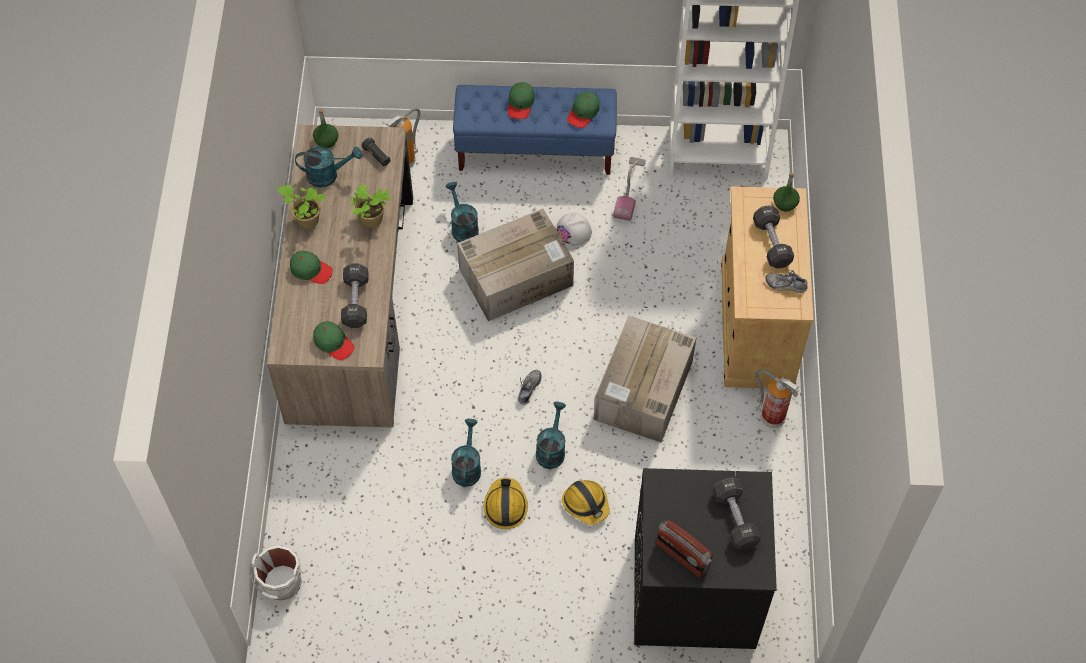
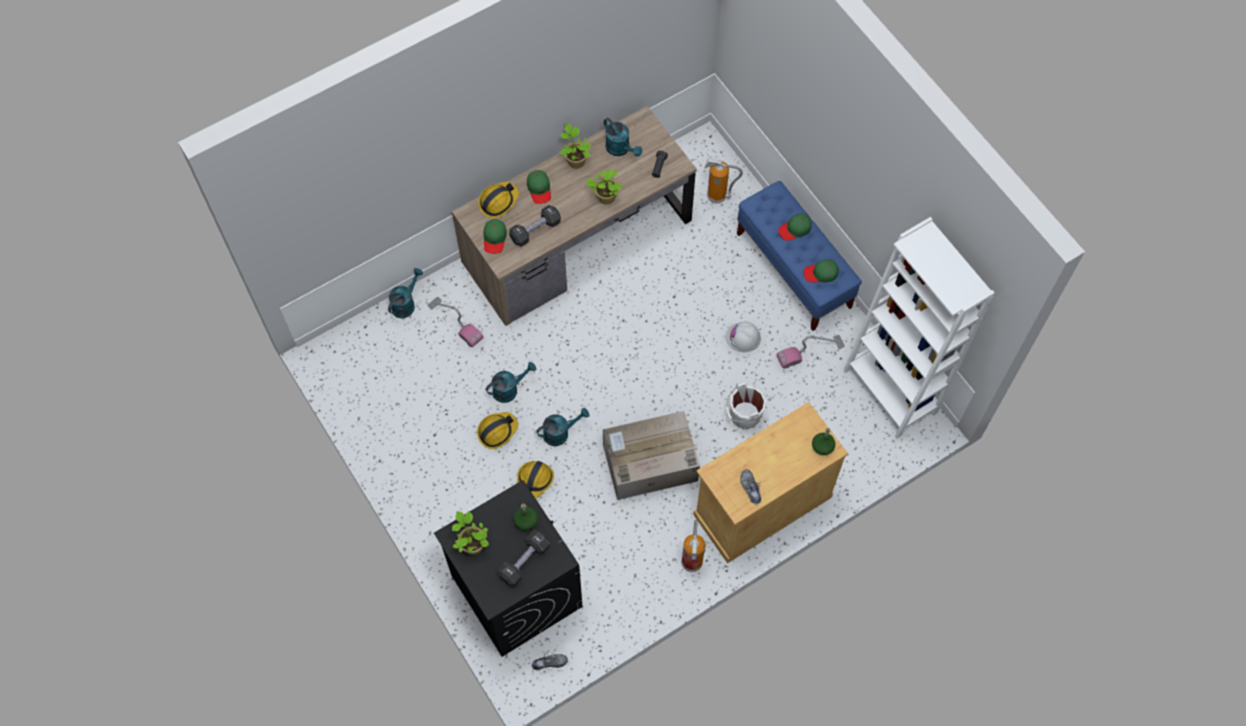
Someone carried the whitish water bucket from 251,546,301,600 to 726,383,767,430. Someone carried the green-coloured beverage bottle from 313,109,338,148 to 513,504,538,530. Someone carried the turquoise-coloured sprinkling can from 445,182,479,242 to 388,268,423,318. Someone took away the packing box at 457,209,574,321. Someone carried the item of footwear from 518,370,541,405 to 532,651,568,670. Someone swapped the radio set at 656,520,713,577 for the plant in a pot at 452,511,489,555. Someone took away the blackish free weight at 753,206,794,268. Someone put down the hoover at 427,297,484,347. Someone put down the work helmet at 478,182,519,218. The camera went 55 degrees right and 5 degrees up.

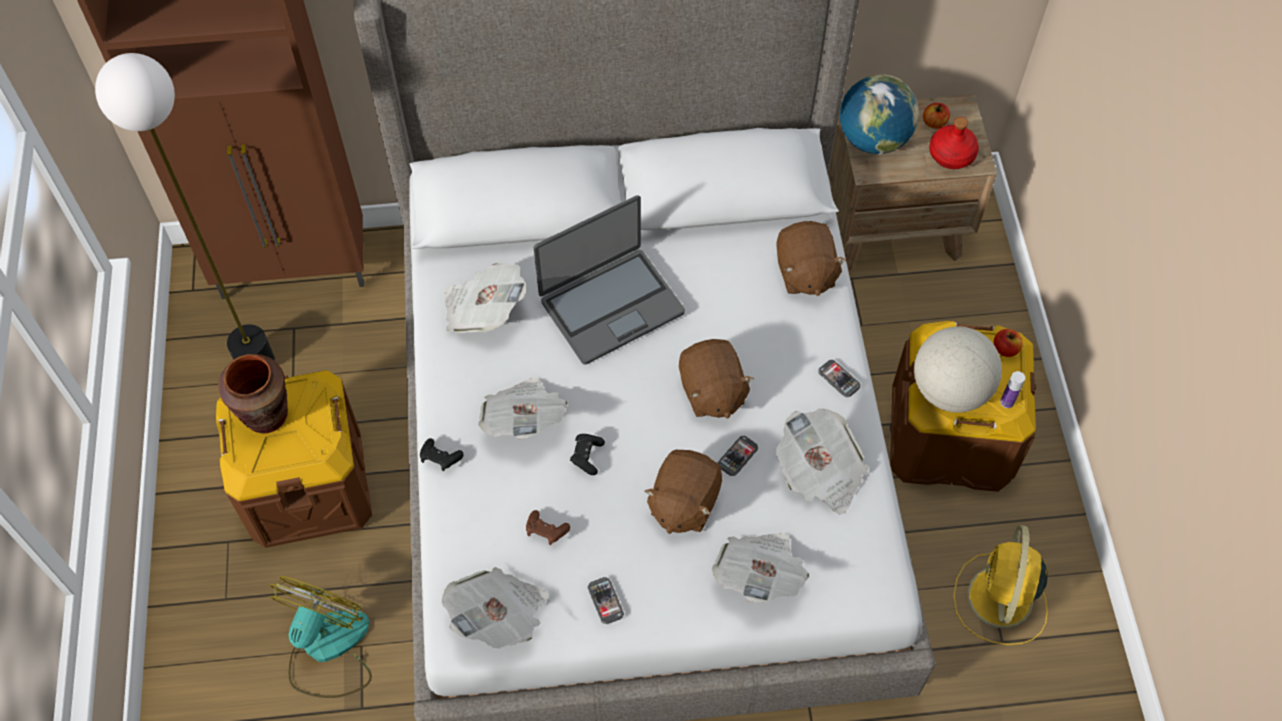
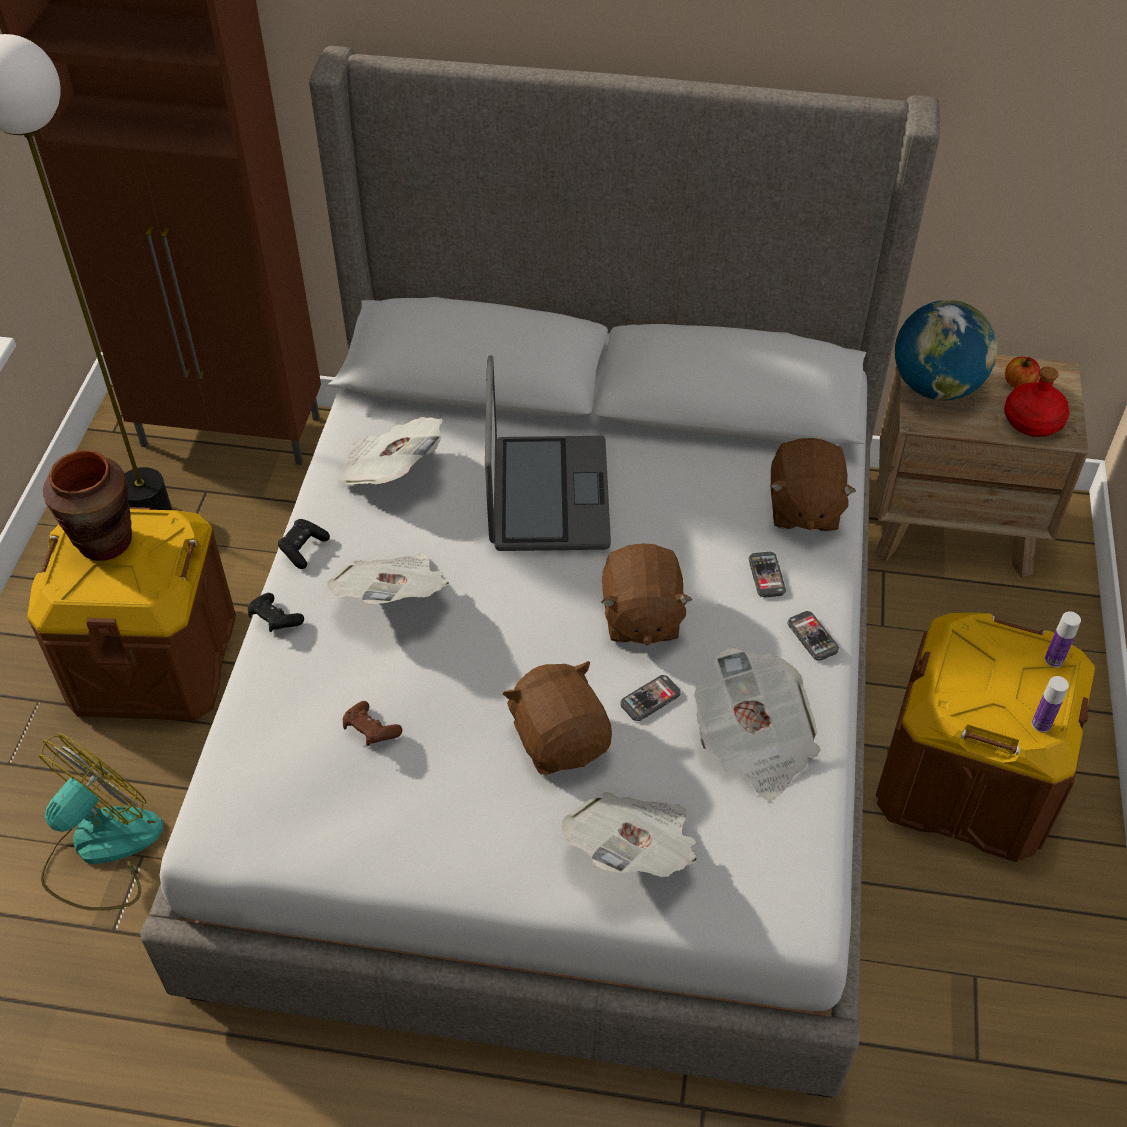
Someone took away the newspaper at 442,567,548,649. Someone rotated the portable computer at 534,195,685,365 by 75 degrees counterclockwise. Someone carried the blackish game controller from 570,434,605,475 to 278,519,330,569. Someone carried the telephone from 587,577,624,624 to 748,552,786,598. Someone rotated the brownish cuddly toy at 644,450,722,534 by 120 degrees clockwise. Someone took away the world globe at 914,326,1002,413. Someone took away the yellow-coloured electric fan at 953,525,1048,645. Someone swapped the apple fruit at 994,329,1023,357 for the beverage bottle at 1045,611,1081,668. The camera went 15 degrees right and 10 degrees down.

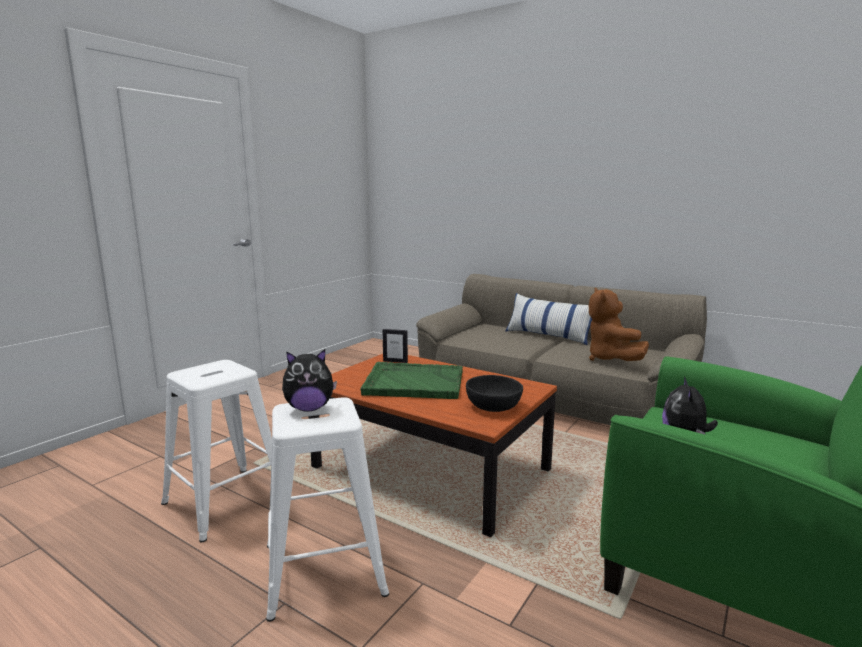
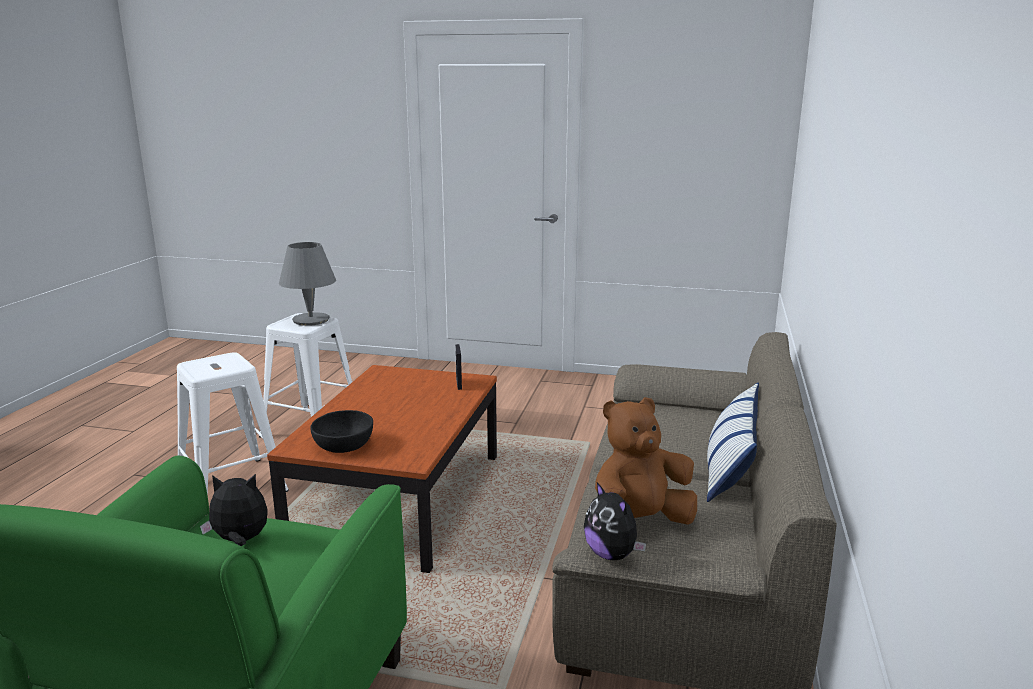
Someone carried the cuddly toy from 282,349,337,412 to 584,482,646,560. Someone took away the green-coloured tray at 360,362,463,399. Someone put down the gray table lamp at 279,242,336,326. The camera went 70 degrees right and 5 degrees up.

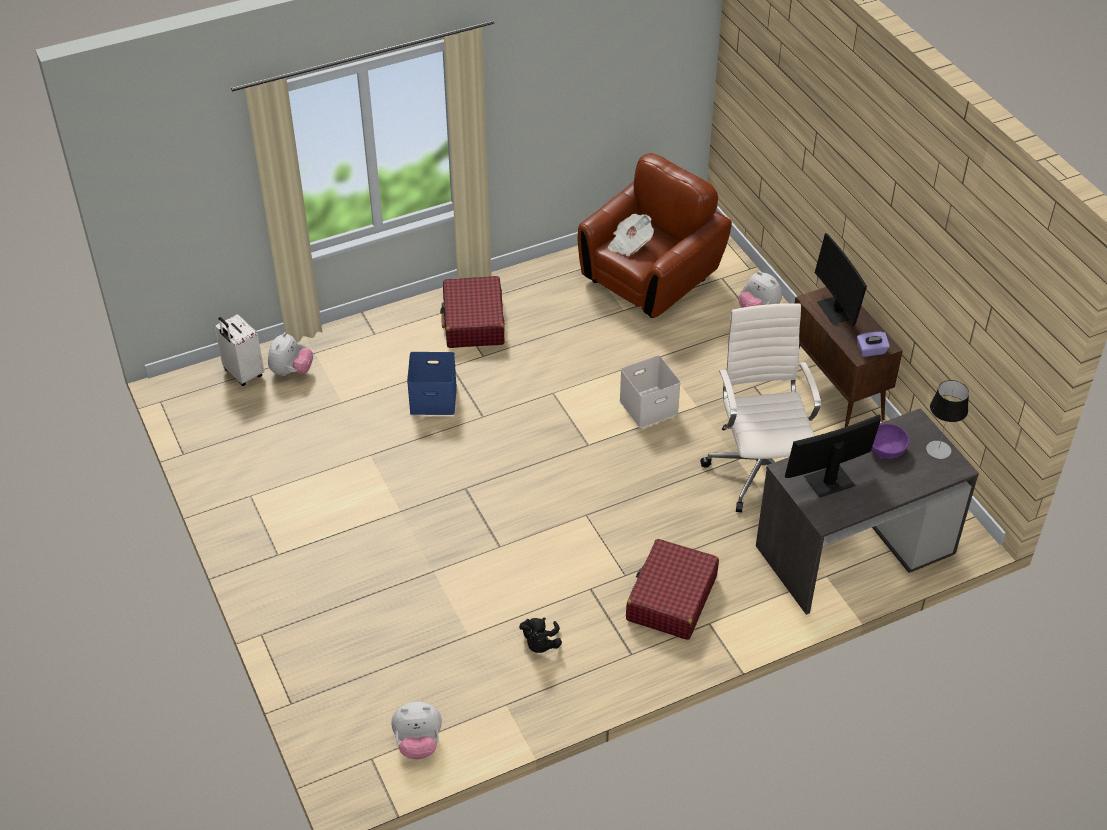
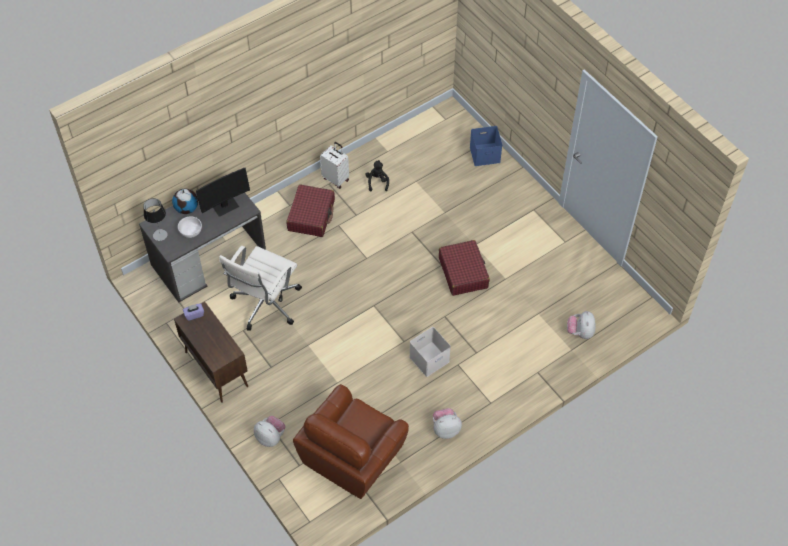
Someone carried the whitish travel case from 214,314,264,386 to 320,142,349,189. Someone carried the cuddly toy from 391,702,442,759 to 433,408,462,439. Someone carried the blue-coloured storage container from 407,352,457,415 to 470,126,502,166. Someone carried the red-coloured travel case from 440,276,505,348 to 439,240,490,296. Someone took away the newspaper at 608,214,654,256. Someone carried the whitish storage container from 619,355,681,428 to 409,327,451,377. Someone rotated the whitish computer chair at 700,303,821,513 by 45 degrees clockwise. Someone took away the computer screen at 815,233,867,326. Someone repainted the purple deep dish at 871,424,909,459, which became the whitish deep dish at 178,216,202,238. Someone put down the world globe at 172,189,198,214. The camera went 170 degrees right and 10 degrees up.

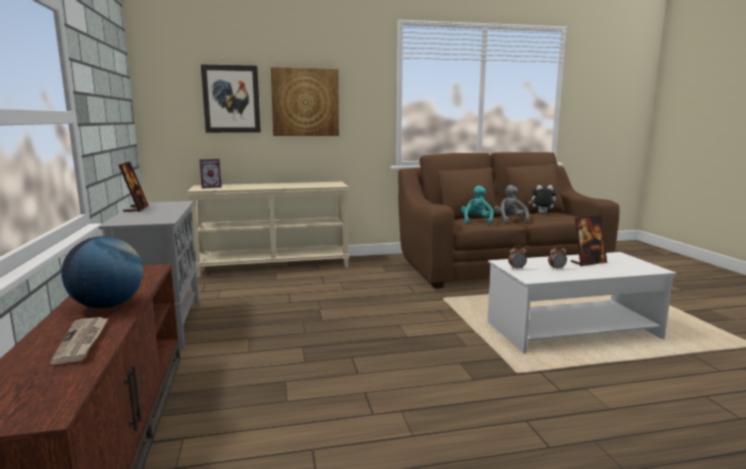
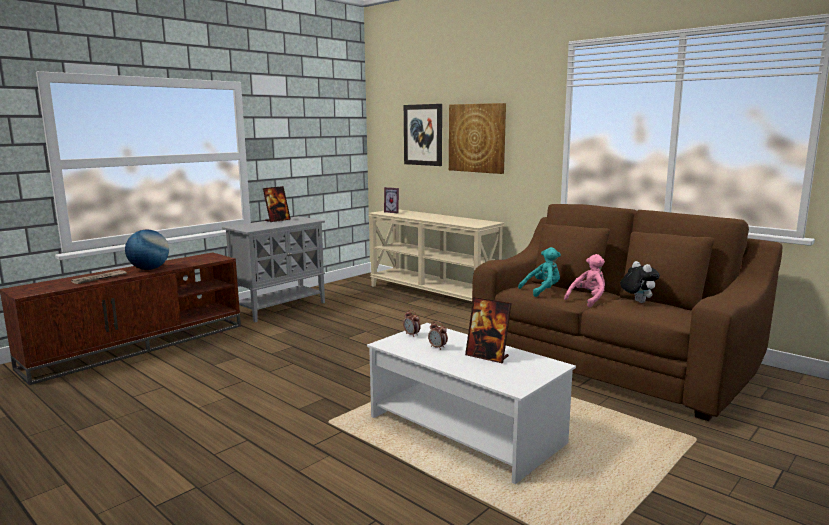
Someone repainted the gray cuddly toy at 494,185,529,224, which became the pink-coloured cuddly toy at 564,254,605,308. The camera went 55 degrees right and 0 degrees up.

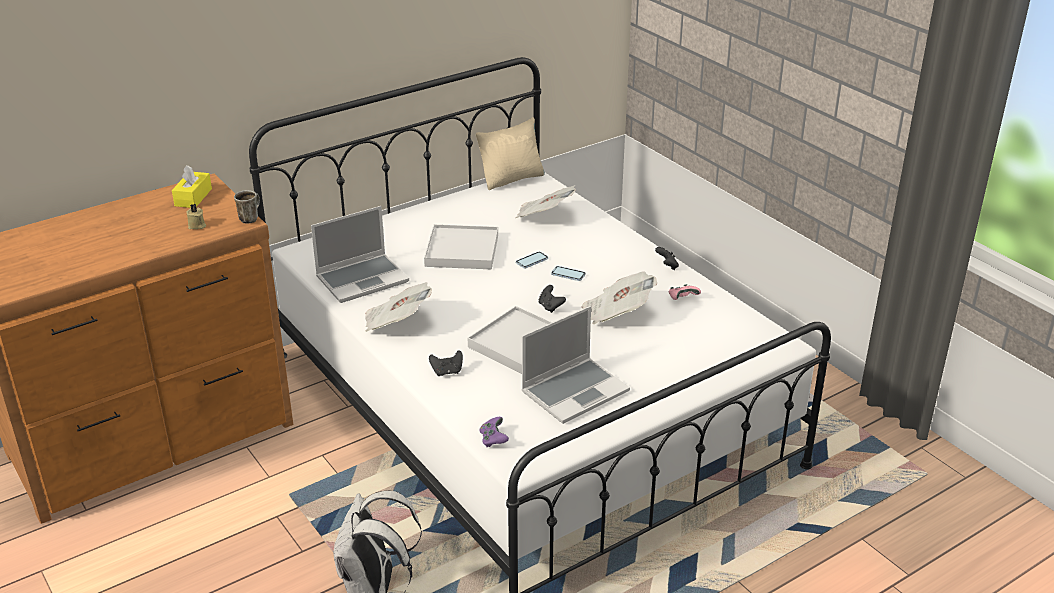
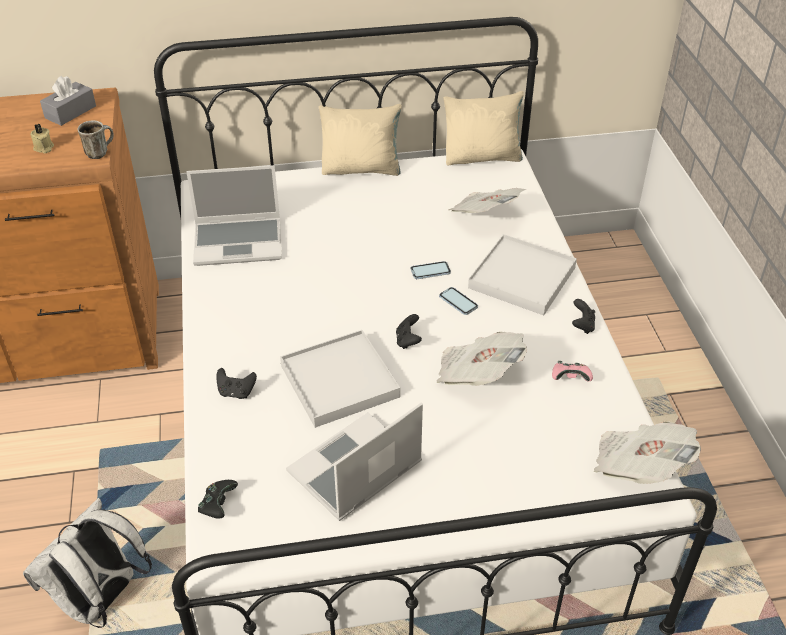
Someone repainted the yellow-coloured tissue holder at 172,165,212,208, which became the gray tissue holder at 40,76,96,126. Someone carried the newspaper from 365,282,432,332 to 594,421,701,484. Someone carried the whitish tray from 424,224,498,269 to 468,234,577,315. Someone repainted the purple game controller at 479,417,509,447, which became the blackish game controller at 198,480,238,519. Someone rotated the portable computer at 521,306,630,424 by 150 degrees clockwise. Someone put down the sand-coloured cushion at 319,104,402,176. The camera went 25 degrees right and 10 degrees up.

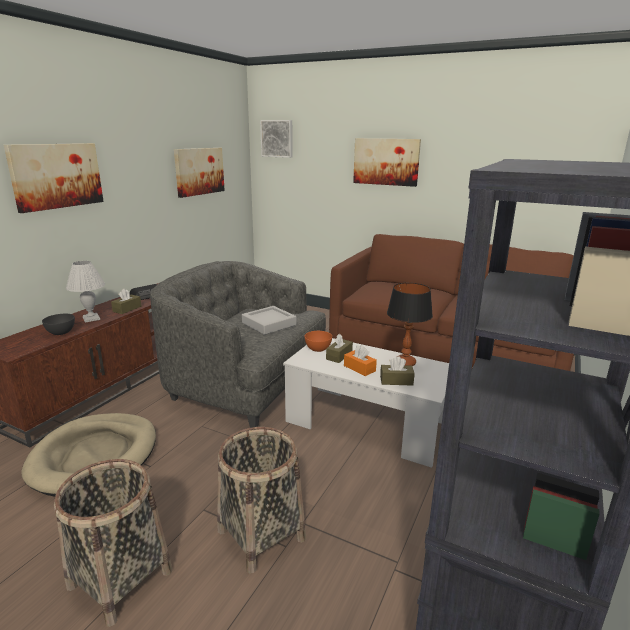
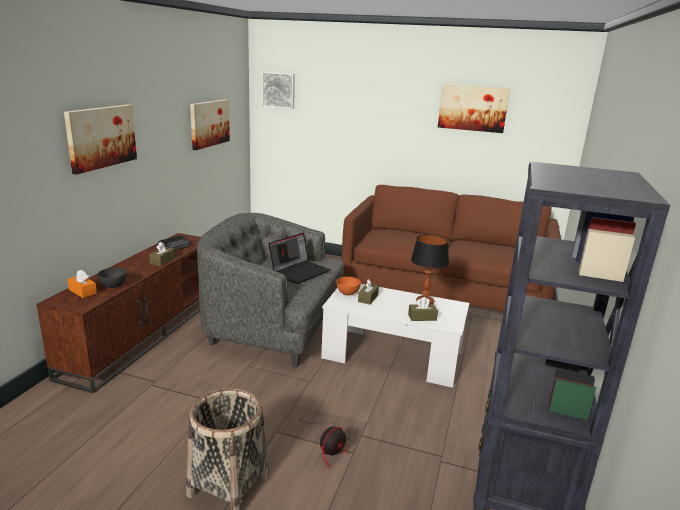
Someone took away the sand-coloured dog bed at 21,413,156,496. Someone took away the whitish table lamp at 66,261,105,322. Someone swapped the household basket at 217,427,306,574 for the electric fan at 298,418,350,468. Someone swapped the gray tray at 242,306,297,335 for the portable computer at 269,232,330,284. Someone carried the orange tissue holder from 344,345,377,376 to 67,270,97,298. Someone carried the picture from 353,138,421,187 to 438,84,510,133. The camera went 10 degrees left and 0 degrees up.

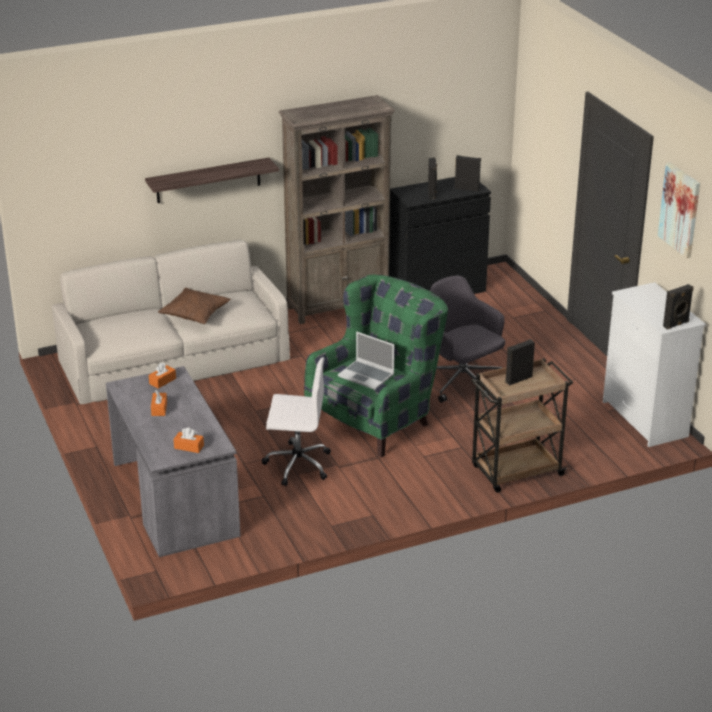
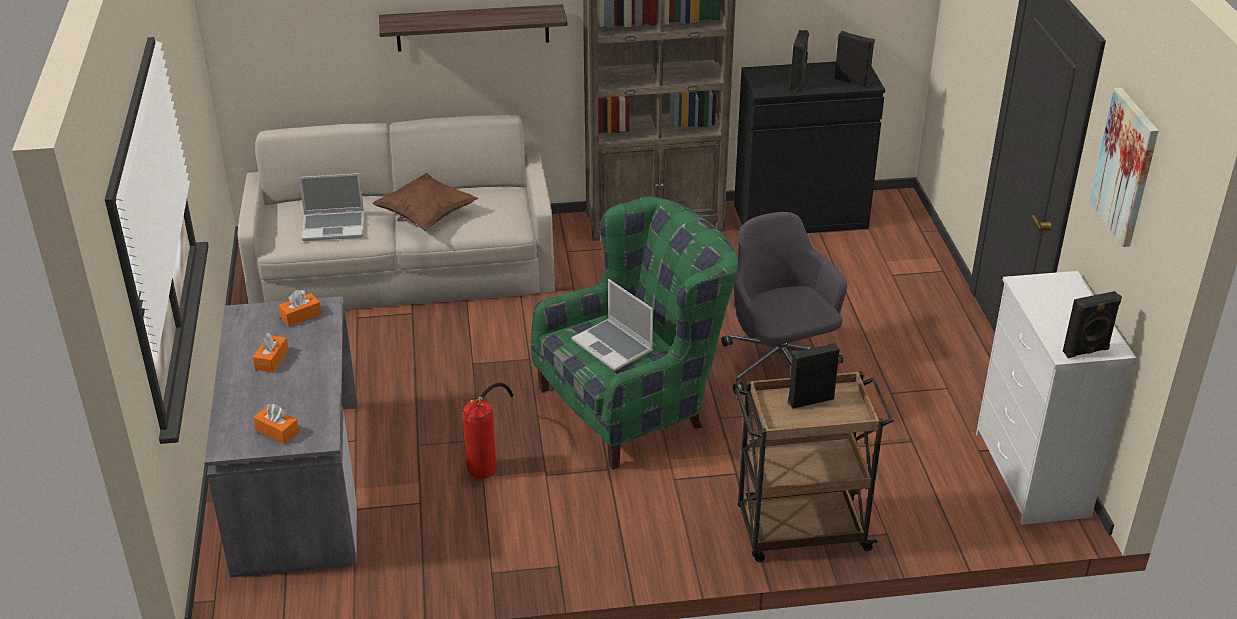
Someone swapped the whitish computer chair at 261,357,331,486 for the extinguisher at 463,383,515,479. Someone put down the portable computer at 299,173,364,241. The camera went 15 degrees right and 5 degrees up.

